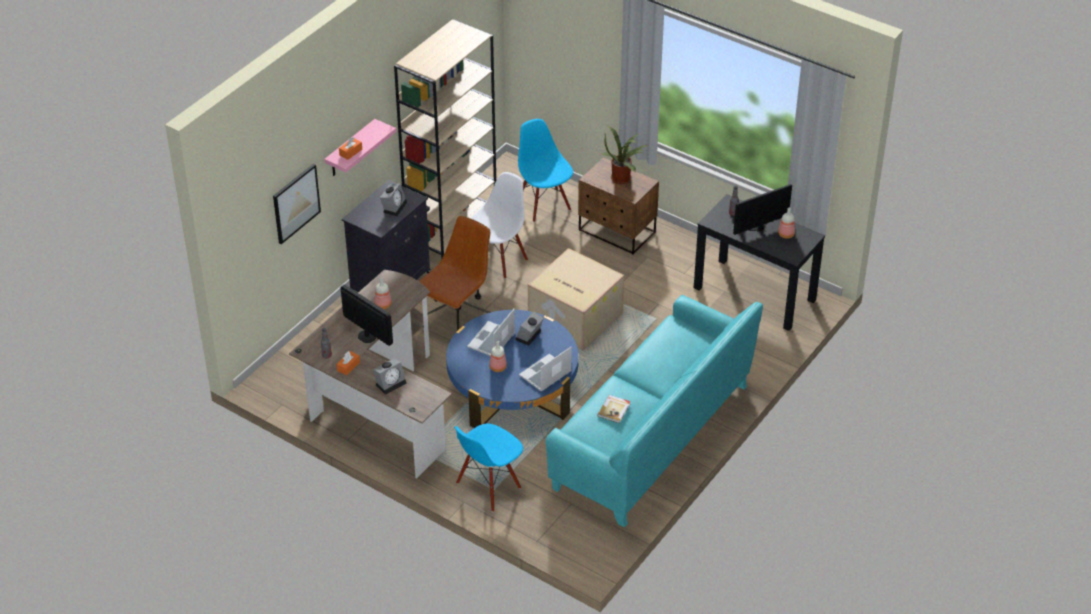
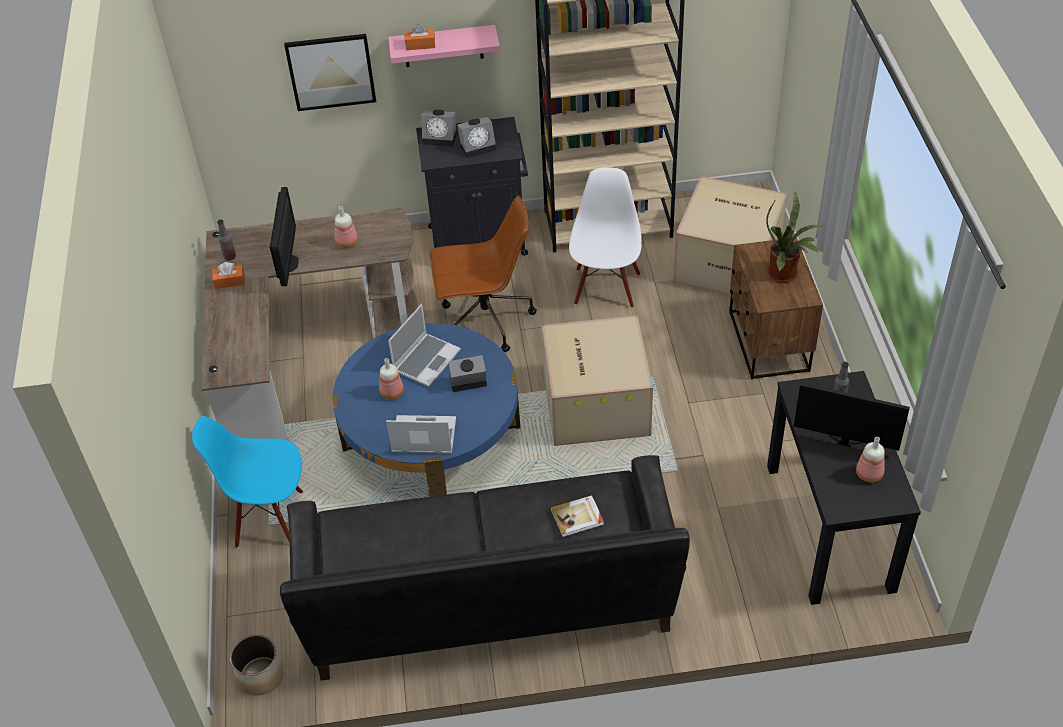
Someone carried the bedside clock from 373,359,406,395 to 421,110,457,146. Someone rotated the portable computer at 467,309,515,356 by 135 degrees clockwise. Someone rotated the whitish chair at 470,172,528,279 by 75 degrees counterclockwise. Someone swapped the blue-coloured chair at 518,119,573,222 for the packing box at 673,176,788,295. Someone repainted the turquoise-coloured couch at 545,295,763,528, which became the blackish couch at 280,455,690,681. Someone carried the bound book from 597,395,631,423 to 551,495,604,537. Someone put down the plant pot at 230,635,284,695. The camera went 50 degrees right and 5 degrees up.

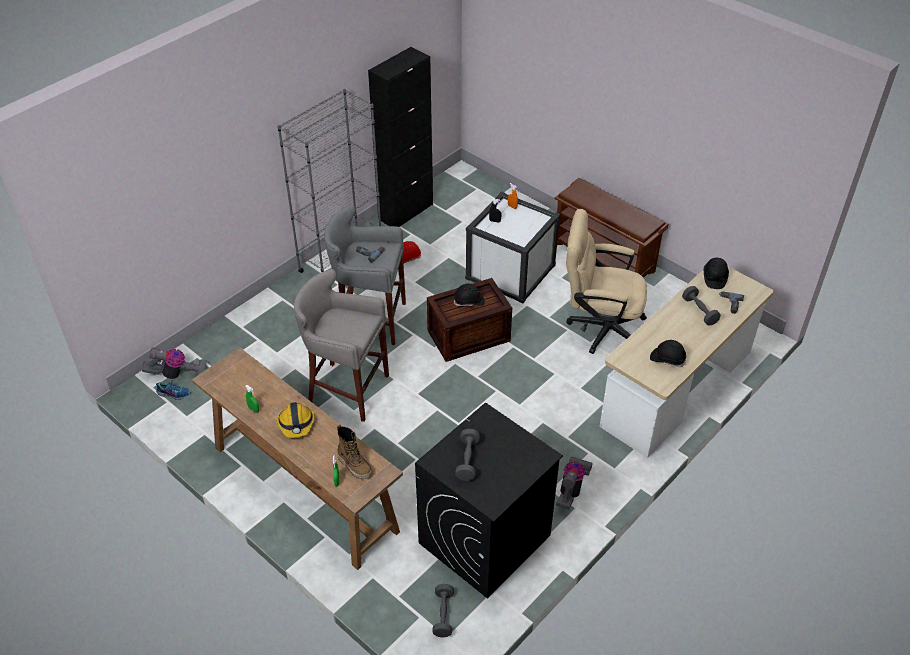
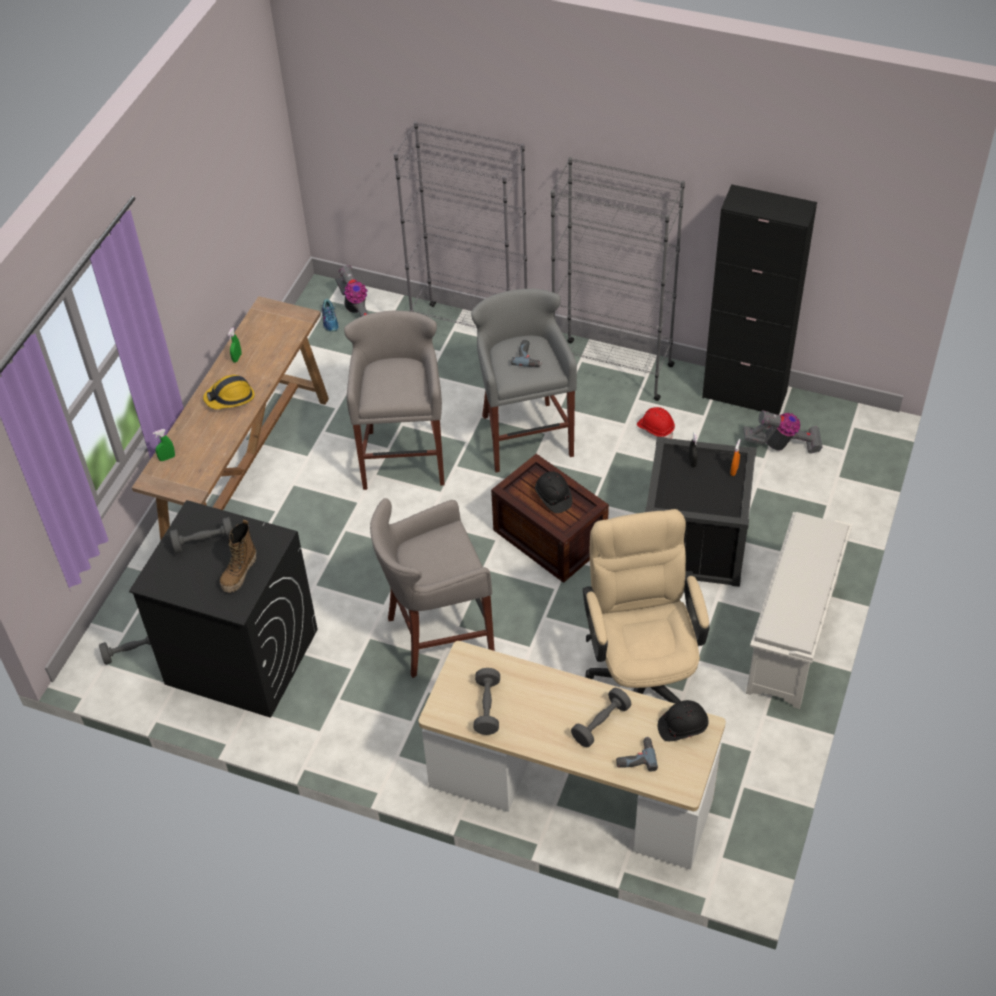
Someone carried the boot from 337,425,372,479 to 220,520,256,593. Someone repainted the whitish storage container at 465,191,560,303, which became the blackish storage container at 645,436,757,587. Someone repainted the brownish shoe stand at 555,178,668,278, which became the whitish shoe stand at 746,512,852,709. Someone carried the hoover from 556,456,593,509 to 743,410,823,454. Someone swapped the blackish work helmet at 650,340,686,367 for the gray free weight at 474,668,500,735. Someone put down the gray sitting stool at 370,498,495,678. Someone put down the gray bookcase at 394,121,527,328. The camera went 70 degrees right and 5 degrees up.

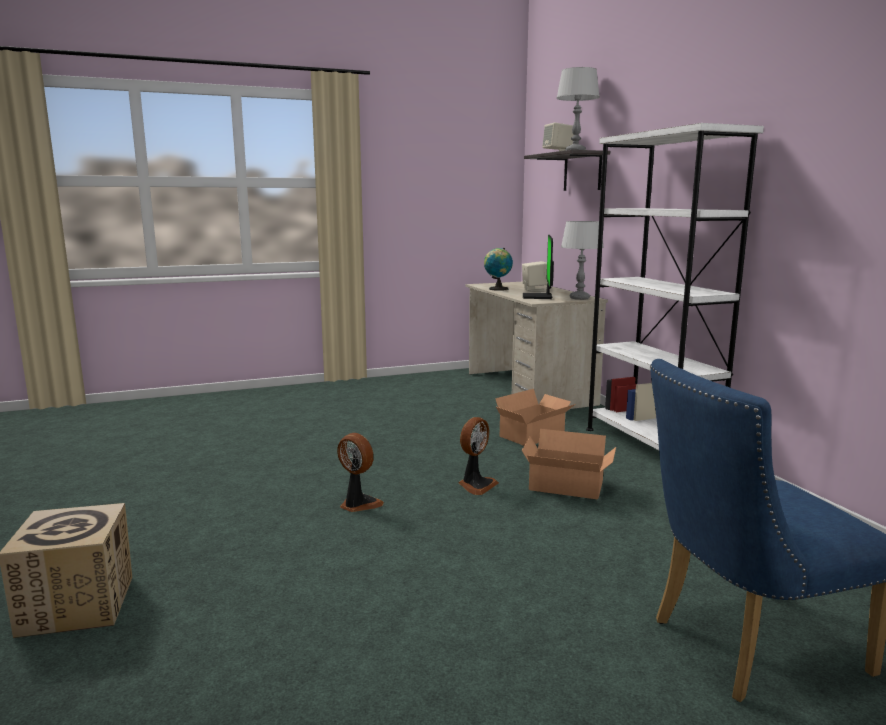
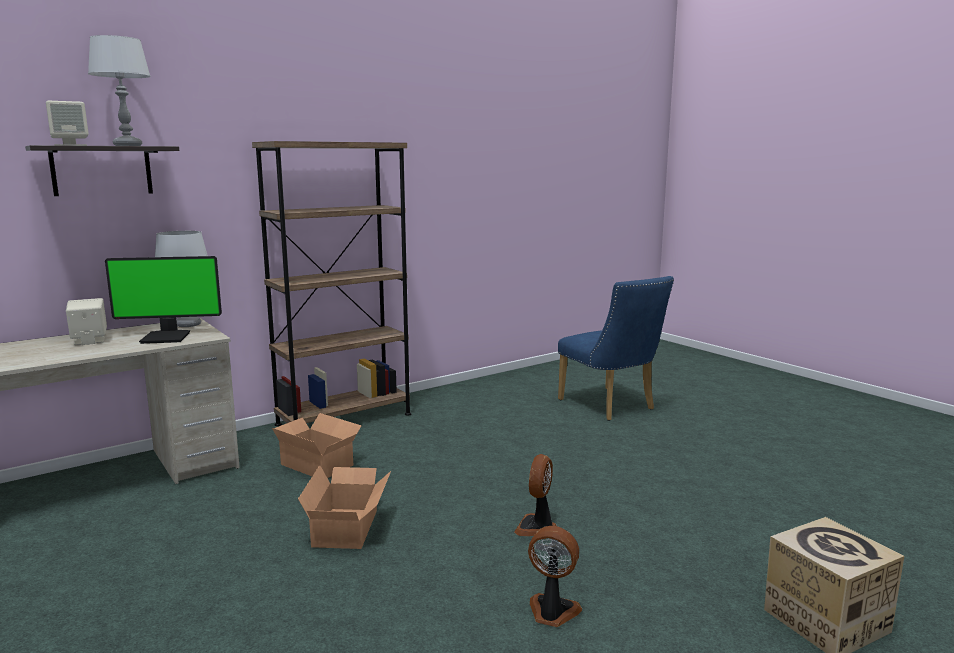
Someone carried the electric fan from 459,417,499,495 to 528,526,582,627. Someone took away the world globe at 484,248,513,291. Someone carried the packing box from 521,429,616,500 to 298,465,391,549. Someone repainted the whitish bookcase at 586,123,764,450, which became the brownish bookcase at 252,141,411,426. The camera went 105 degrees left and 0 degrees up.

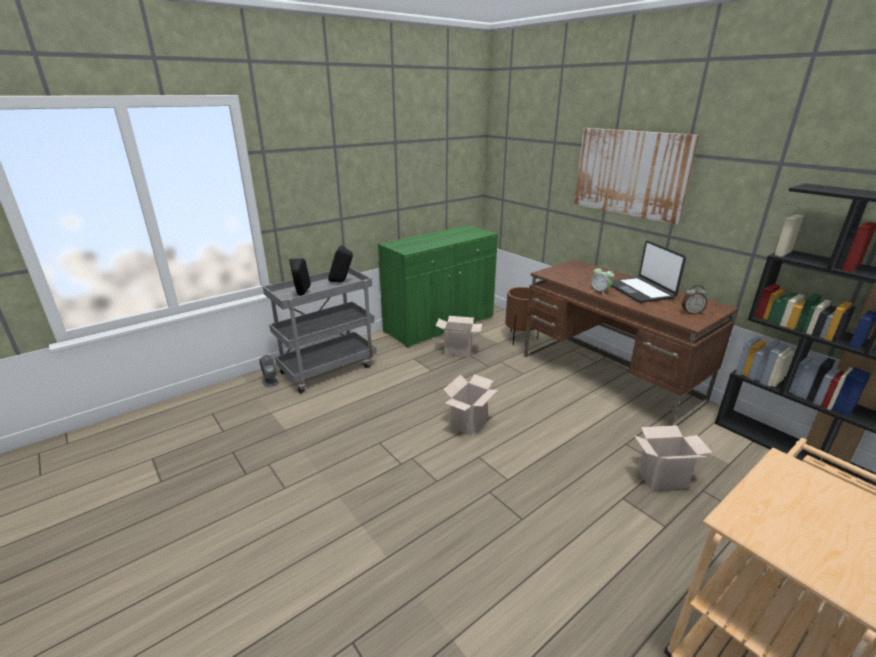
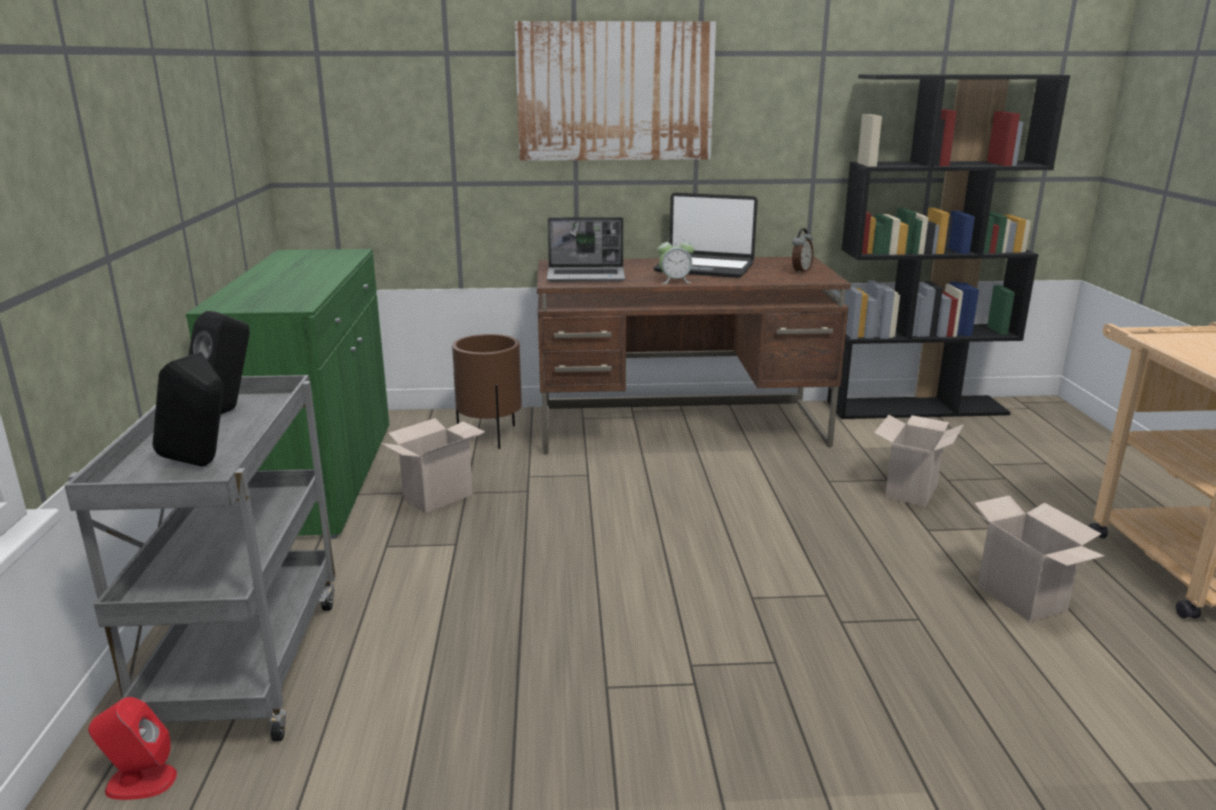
Someone repainted the gray audio speaker at 259,355,279,387, which became the red-coloured audio speaker at 88,697,177,800. Someone carried the packing box from 443,374,498,436 to 974,495,1105,622. Someone put down the portable computer at 547,217,625,282. The camera went 55 degrees left and 5 degrees down.

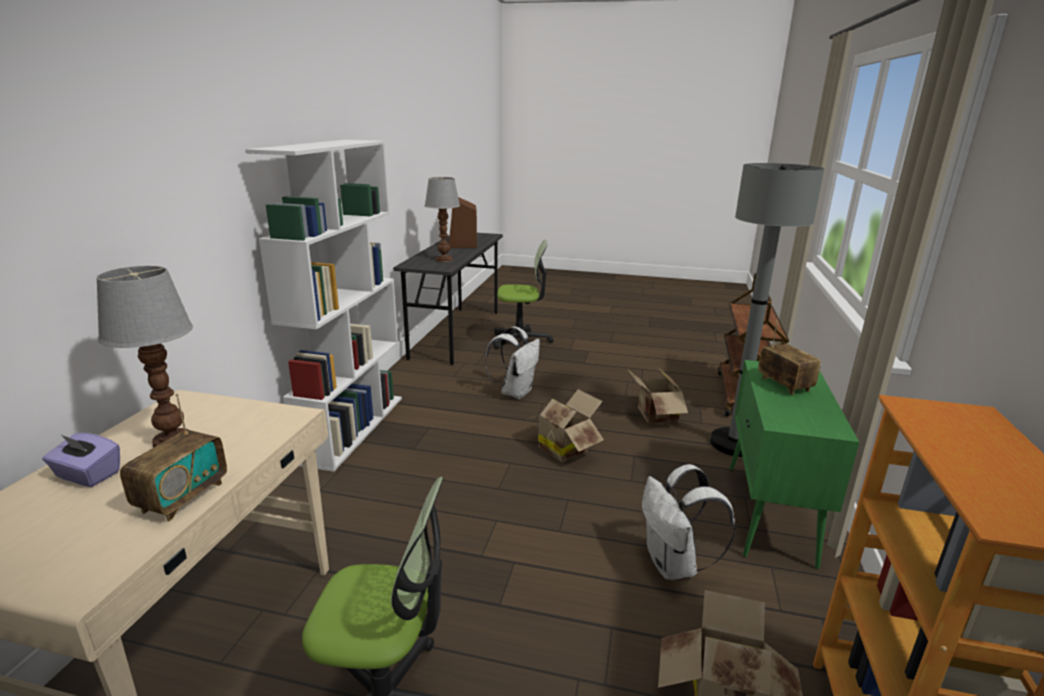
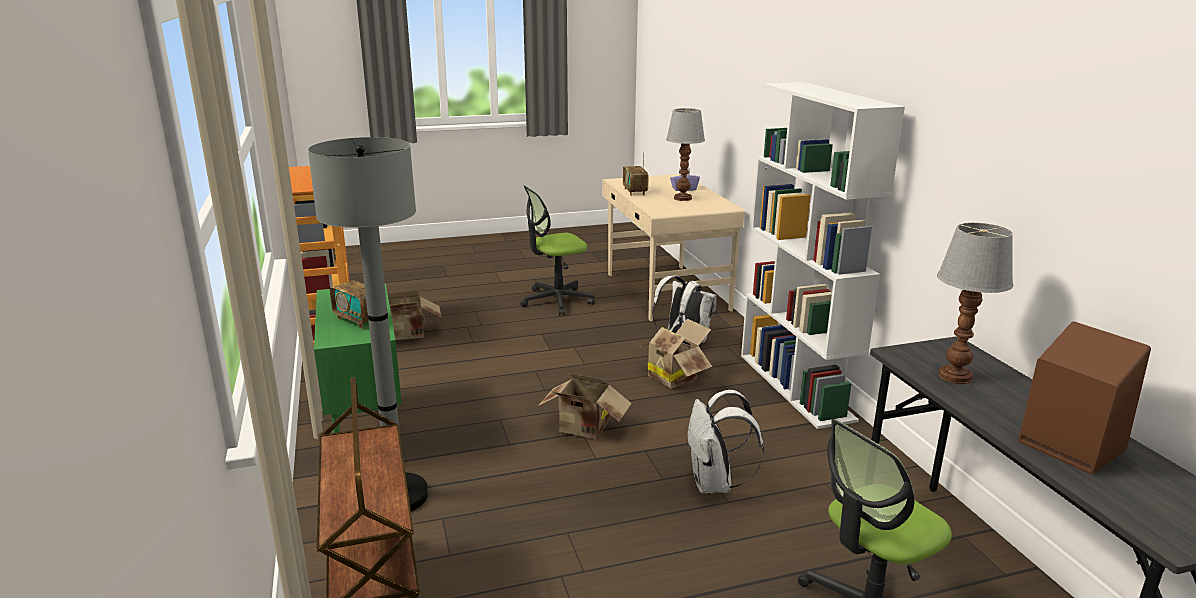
Someone carried the packing box from 628,369,688,424 to 638,318,712,388. Someone carried the whitish rucksack from 642,464,735,580 to 652,275,717,346. The camera went 150 degrees right and 0 degrees up.

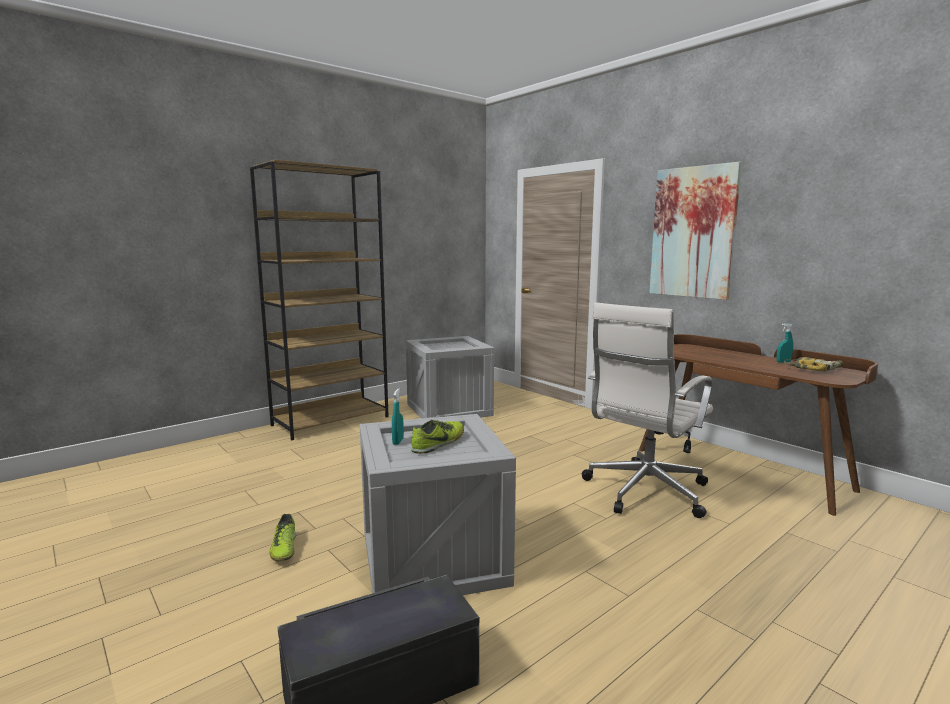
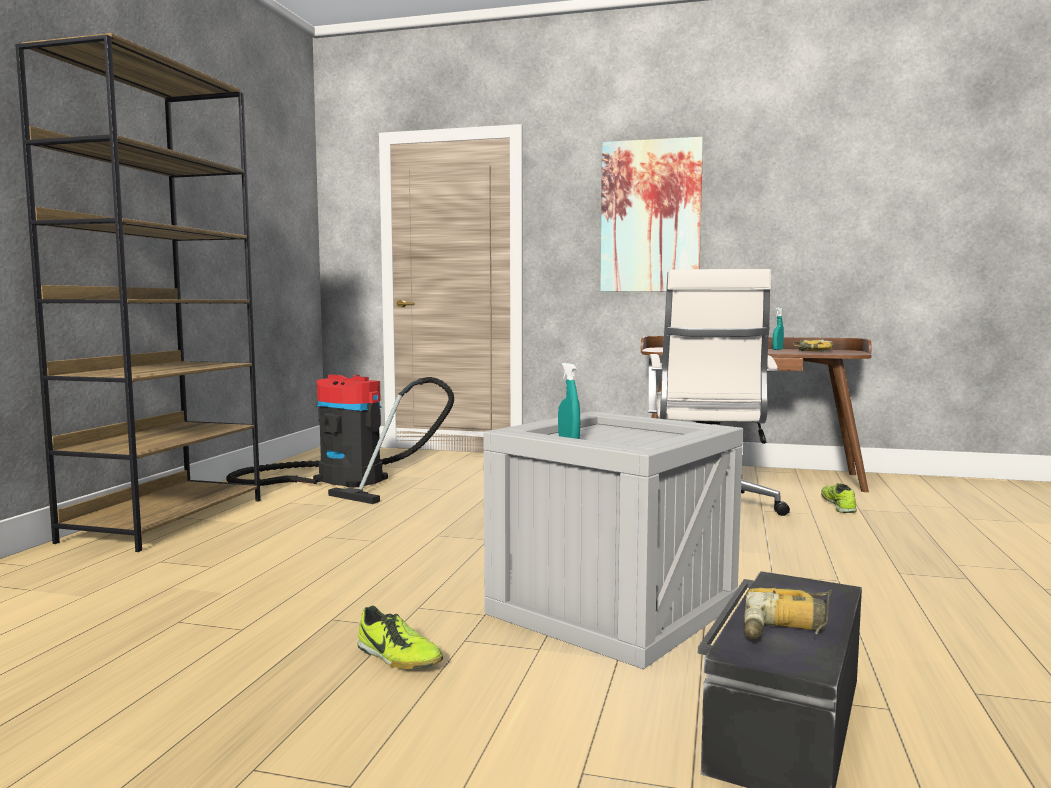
Someone swapped the shipping crate at 406,336,494,419 for the hoover at 226,374,454,504. Someone carried the item of footwear from 411,419,464,454 to 821,483,857,513. Someone put down the power drill at 744,588,832,640. The camera went 35 degrees left and 5 degrees down.

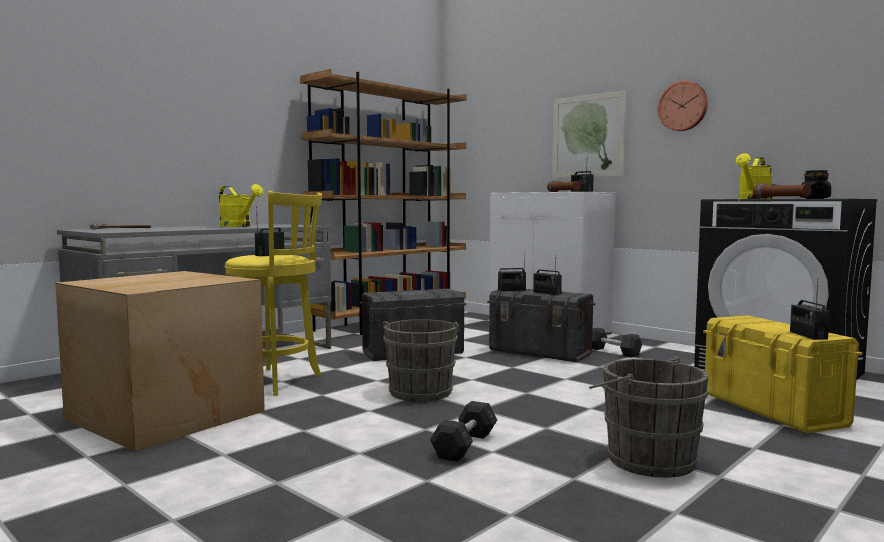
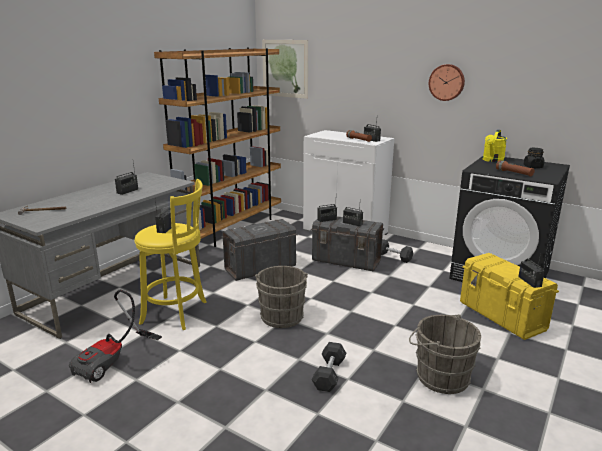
Someone swapped the packing box at 55,271,265,451 for the hoover at 69,290,162,383. Someone swapped the yellow-coloured sprinkling can at 219,184,264,227 for the radio set at 115,162,138,195. Someone carried the picture from 552,90,627,178 to 262,40,308,99. The camera went 10 degrees left and 15 degrees up.

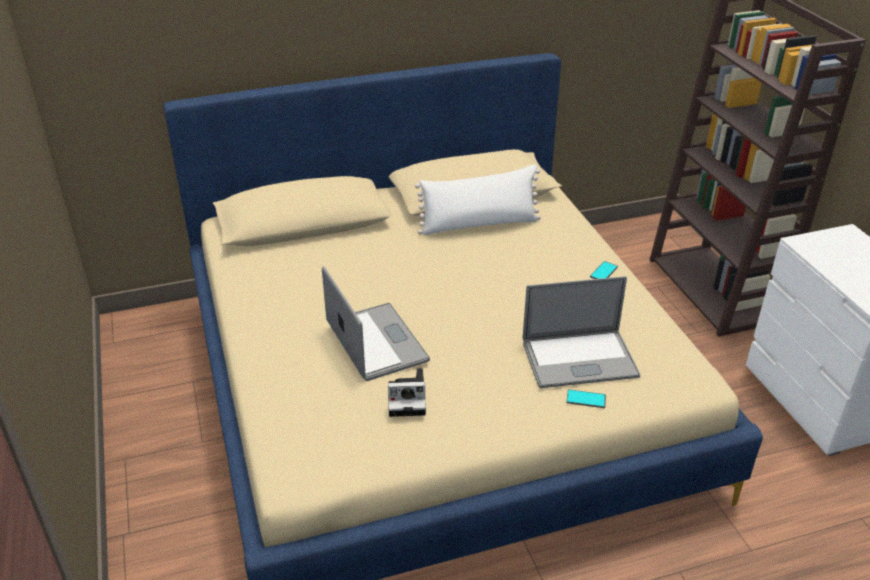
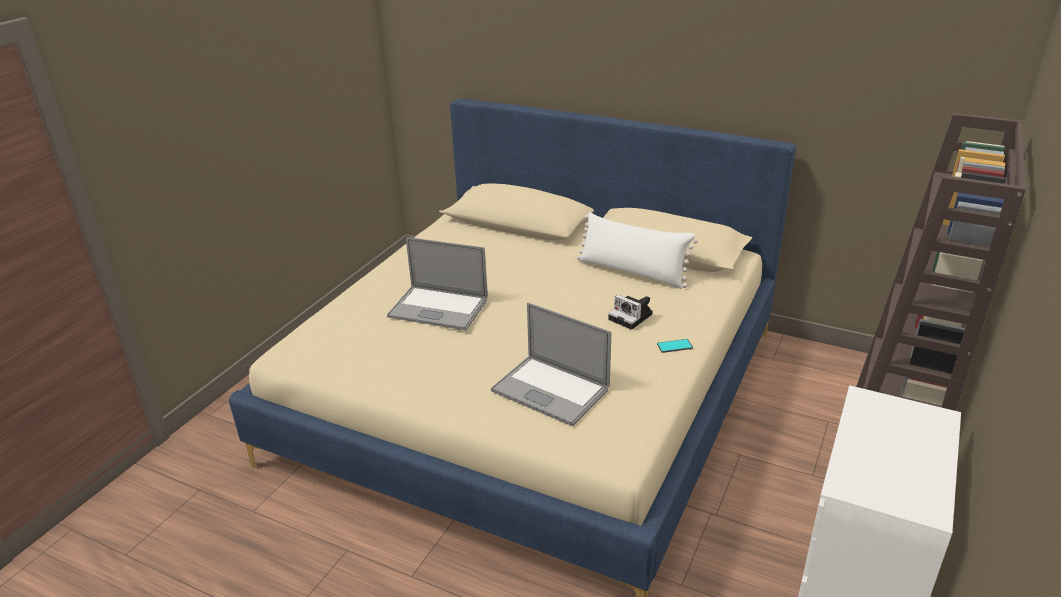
Someone rotated the portable computer at 322,266,430,381 by 90 degrees clockwise. Someone carried the photo camera from 388,368,426,417 to 608,295,652,330. Someone took away the telephone at 566,389,606,408. The camera went 45 degrees right and 5 degrees down.

